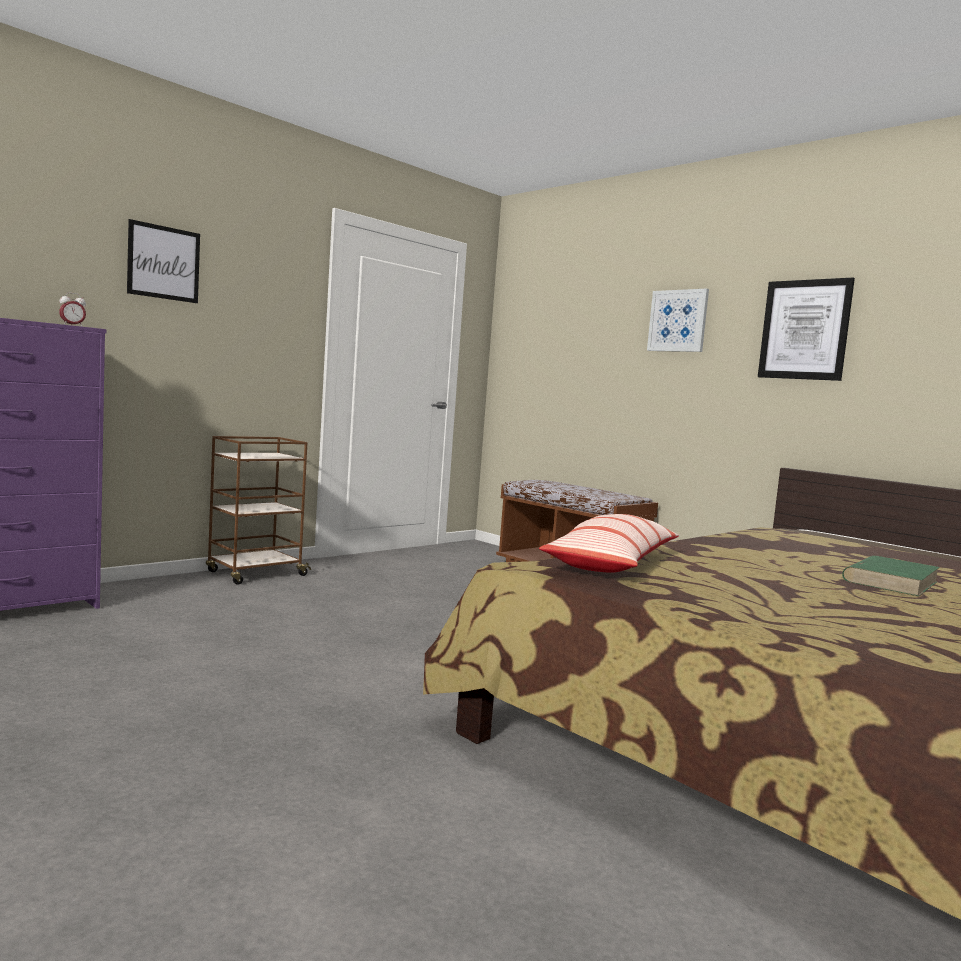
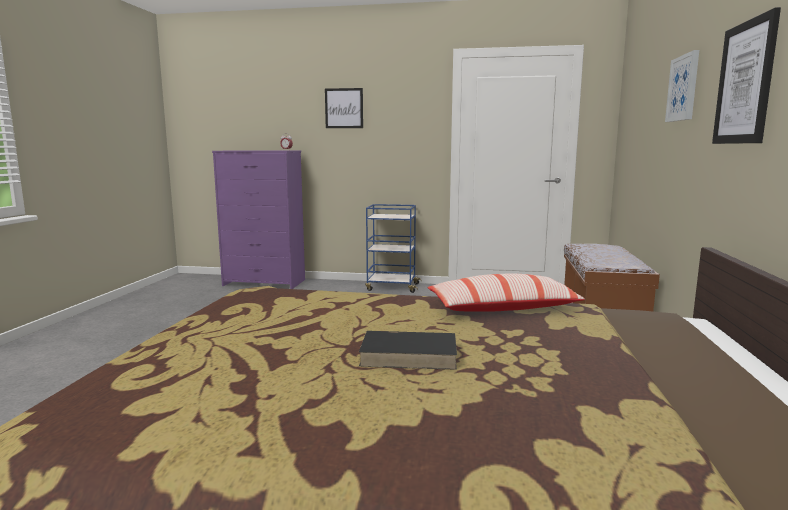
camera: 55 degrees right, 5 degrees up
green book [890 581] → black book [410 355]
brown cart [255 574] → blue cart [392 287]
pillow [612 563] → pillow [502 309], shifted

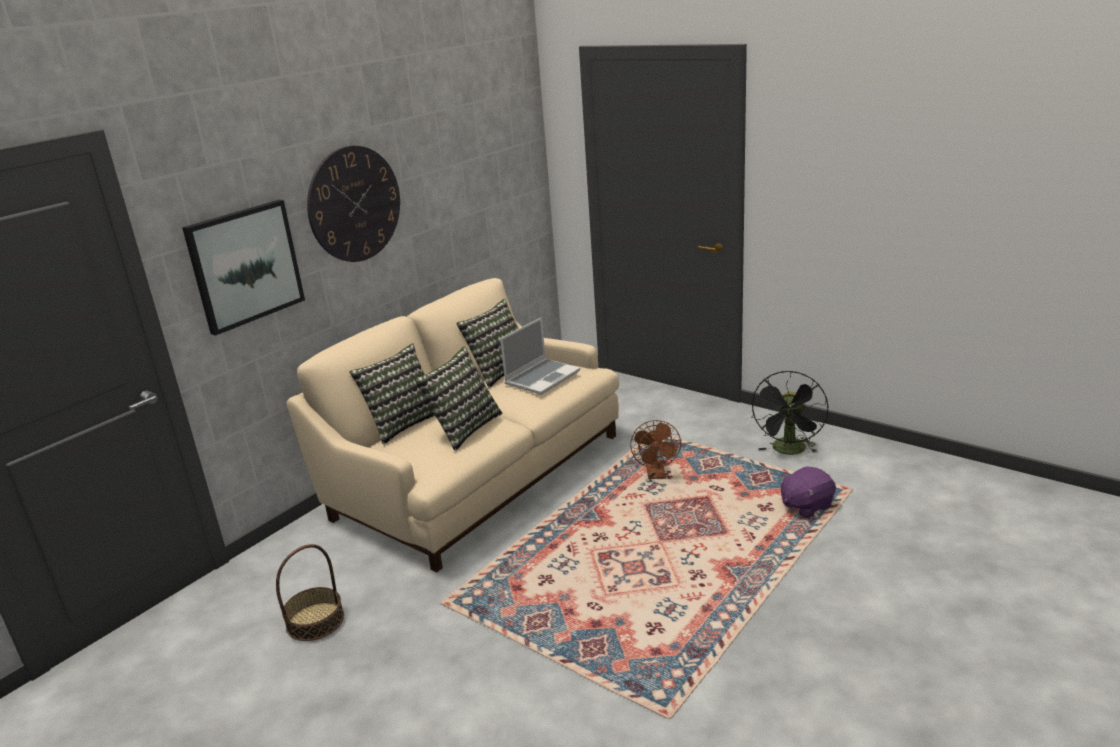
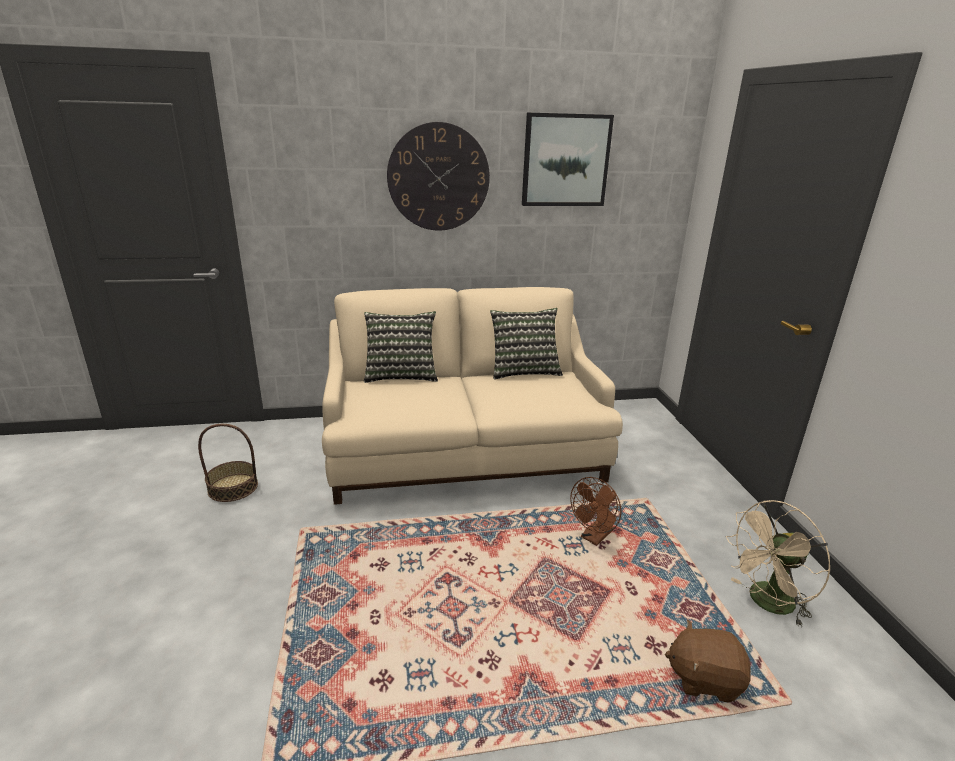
camera: 40 degrees right, 0 degrees up
picture [245 265] → picture [565 160], shifted
purple plush toy [805 506] → brown plush toy [704 678]
black fan [789 451] → beige fan [766 603]
pillow [463 428] → -
laptop [542 377] → -

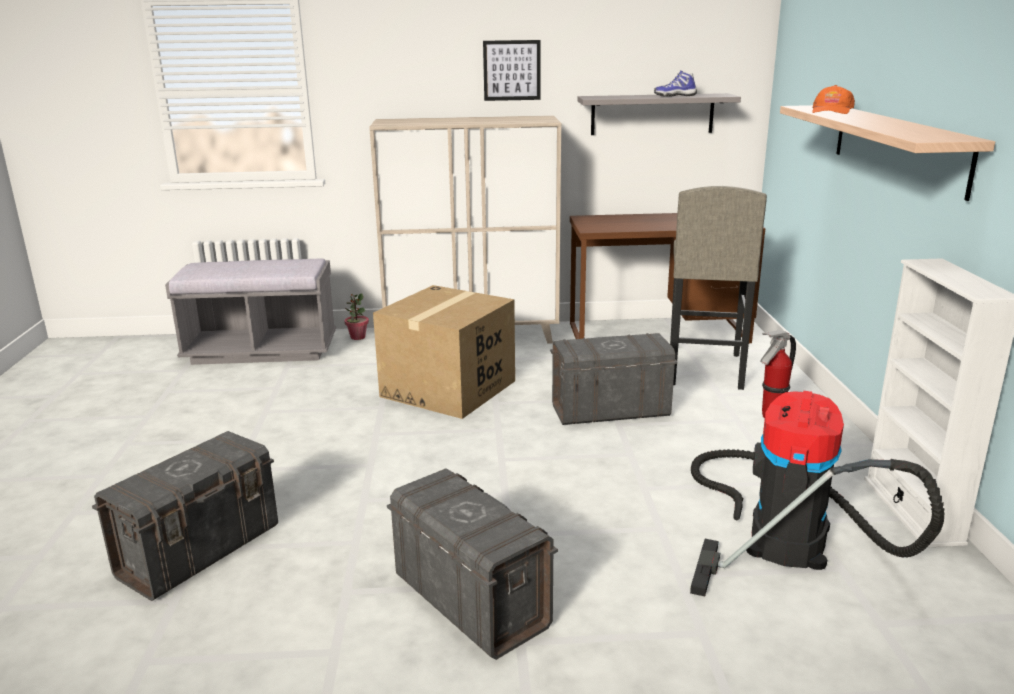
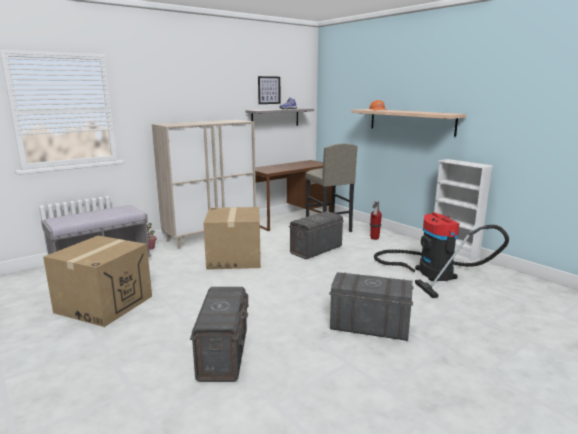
camera: 35 degrees left, 5 degrees down
- → cardboard box [104 304]
picture [512 70] → picture [269 90], shifted

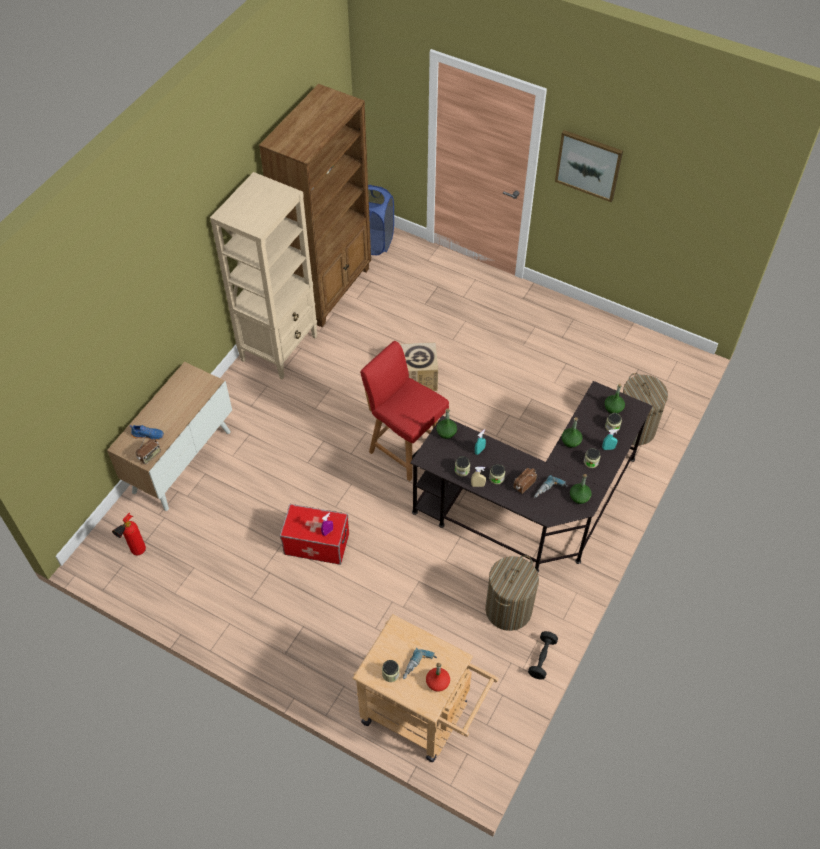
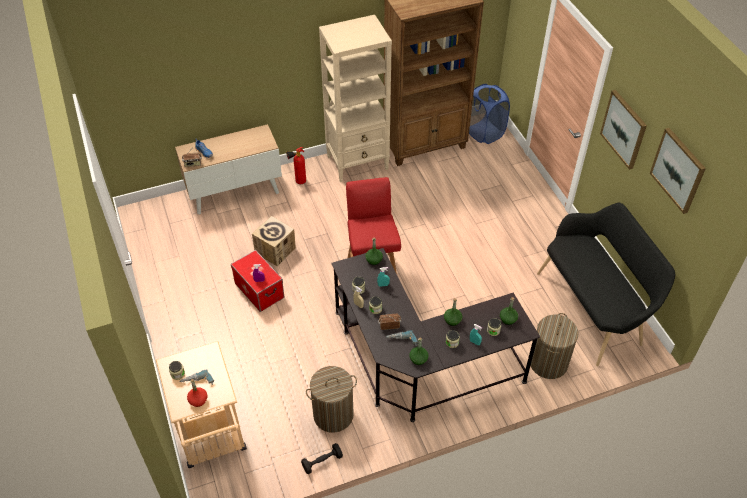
camera: 40 degrees right, 5 degrees down
cardboard box [419 378] → cardboard box [275 250], shifted
fire extinguisher [136 552] → fire extinguisher [298 182], shifted
- → black bench [594 308]
- → picture [678 170]

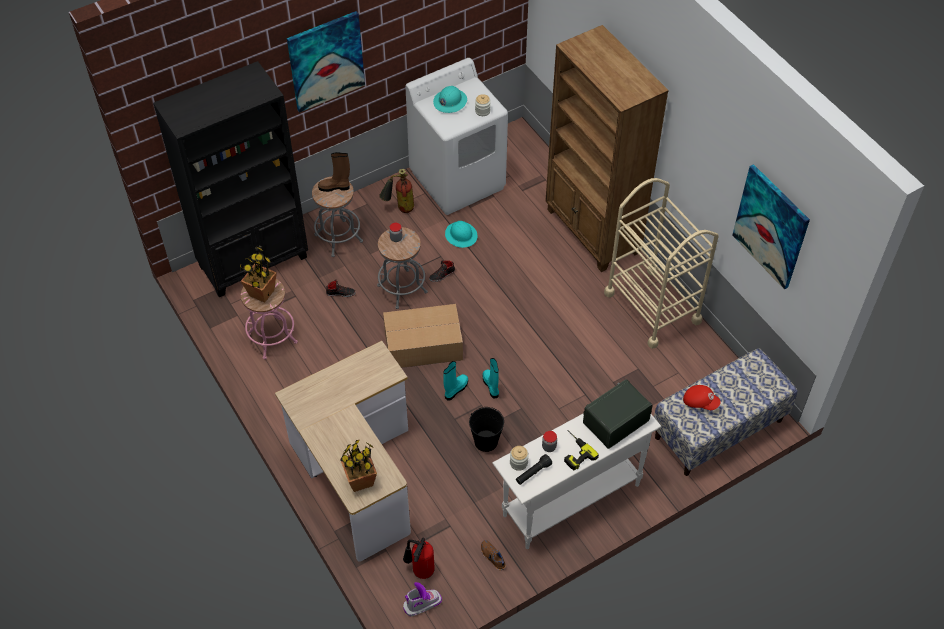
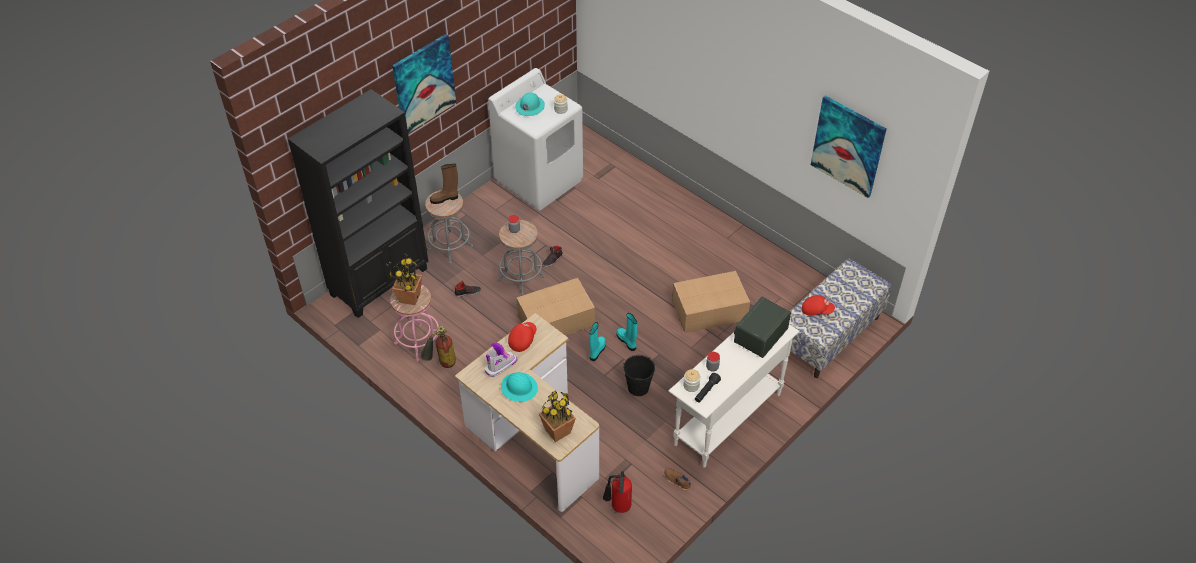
camera: 15 degrees left, 5 degrees down
fire extinguisher [399 208] → fire extinguisher [441 364], shifted
boot [422 603] → boot [500 366], shifted
turquoise hard hat [461 235] → turquoise hard hat [519 388], shifted
- → red cap [522 340]
- → cardboard box [710 310]
brown bookcase [592 232] → -
power drill [573 452] → -
beige cart [652 307] → -

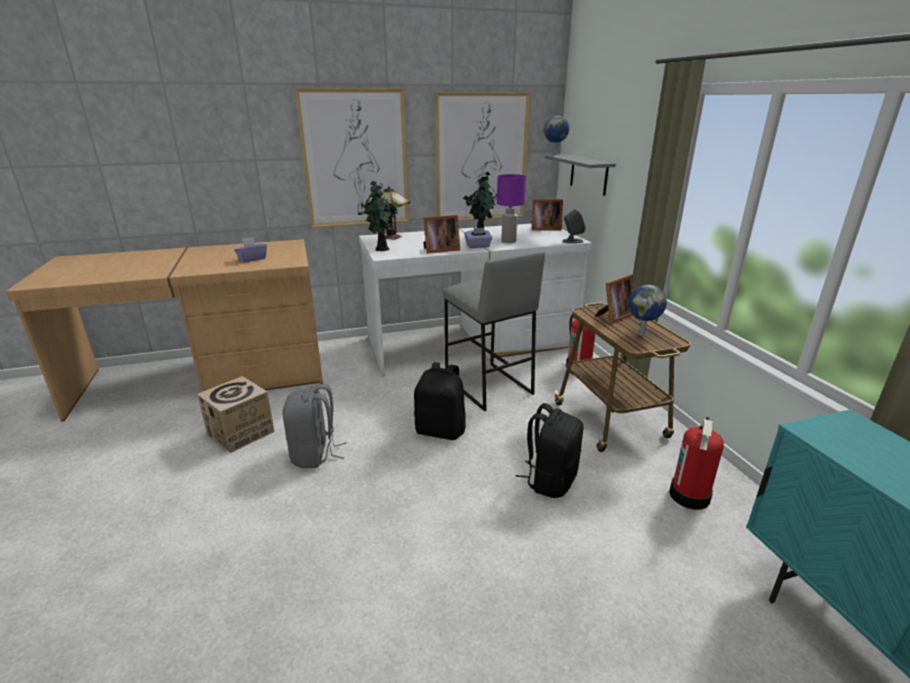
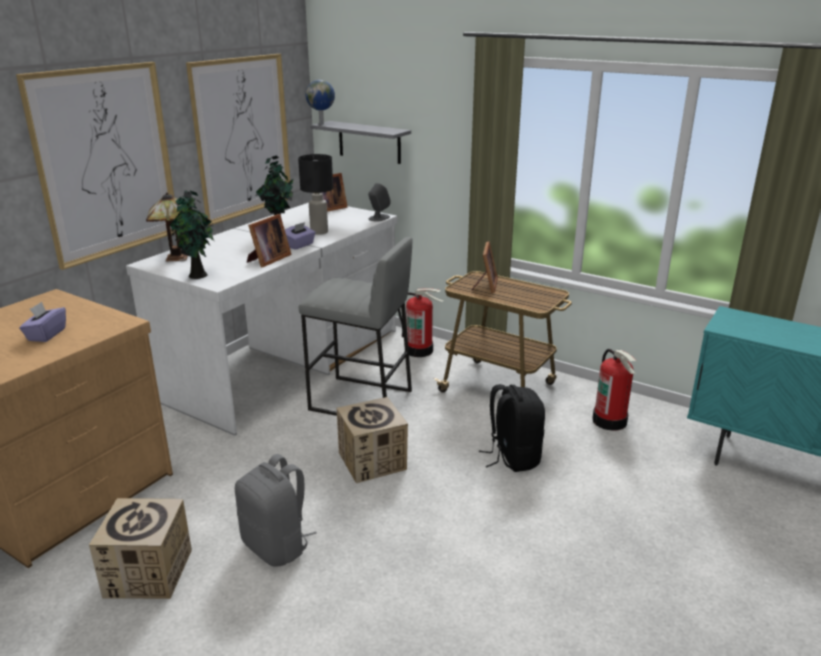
camera: 40 degrees left, 0 degrees up
purple table lamp [509 241] → black table lamp [319 232]
black backpack [441 430] → cardboard box [372 461]
globe [642 334] → -

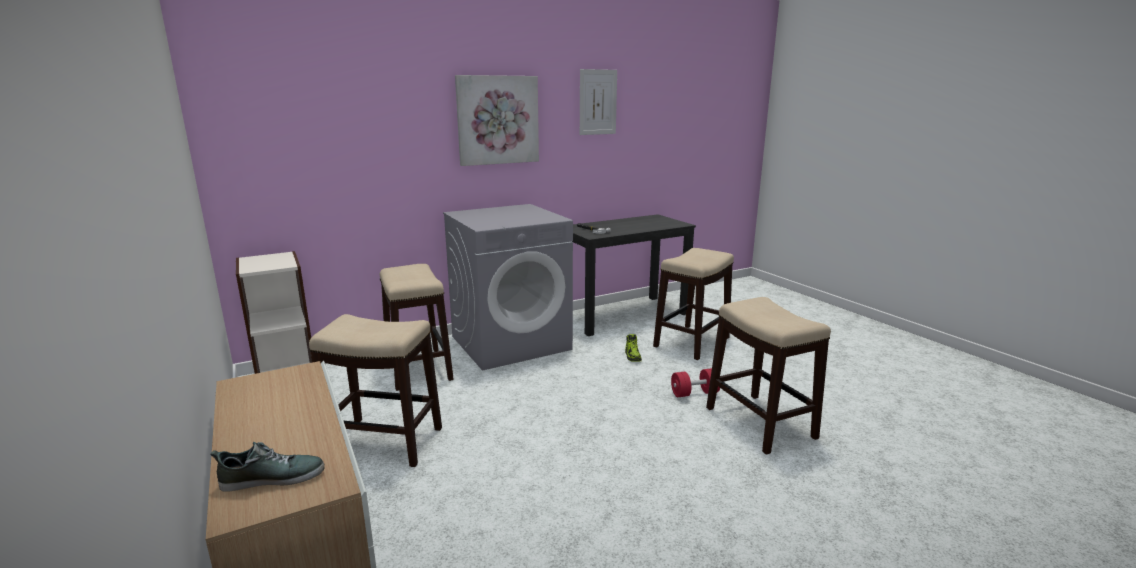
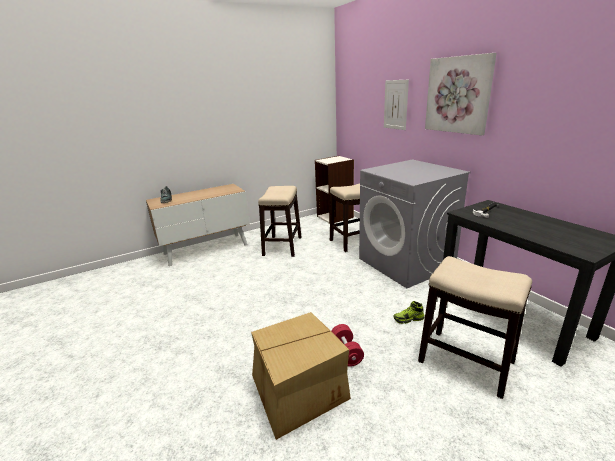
camera: 90 degrees right, 5 degrees up
stool [760 423] → cardboard box [297 390]
picture [598 102] → picture [395 105], shifted

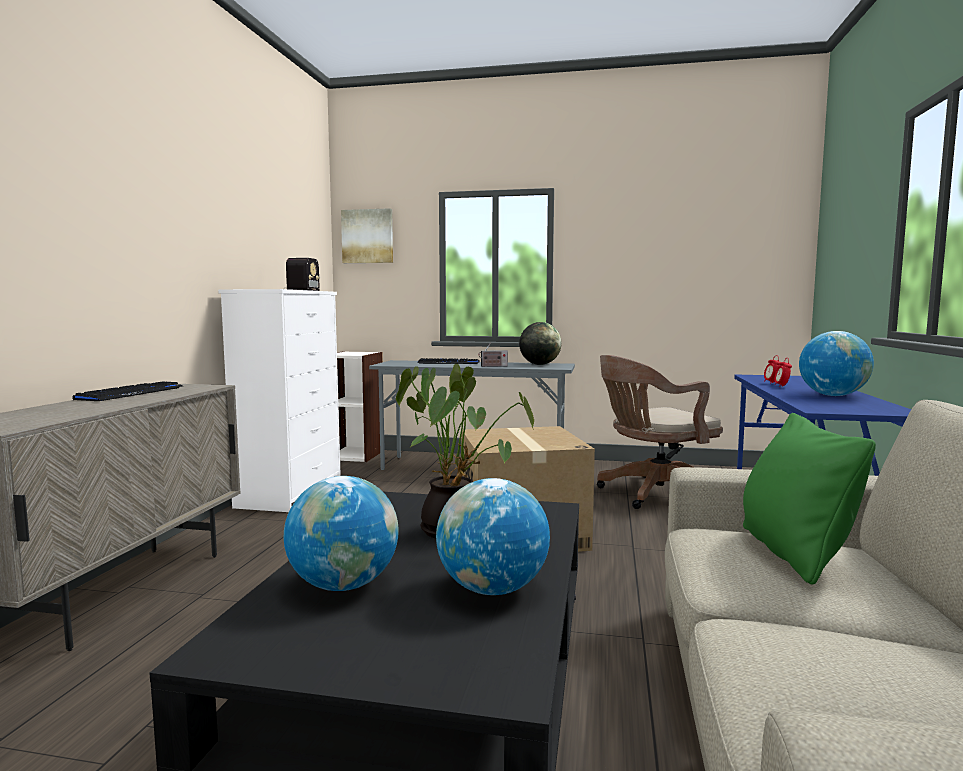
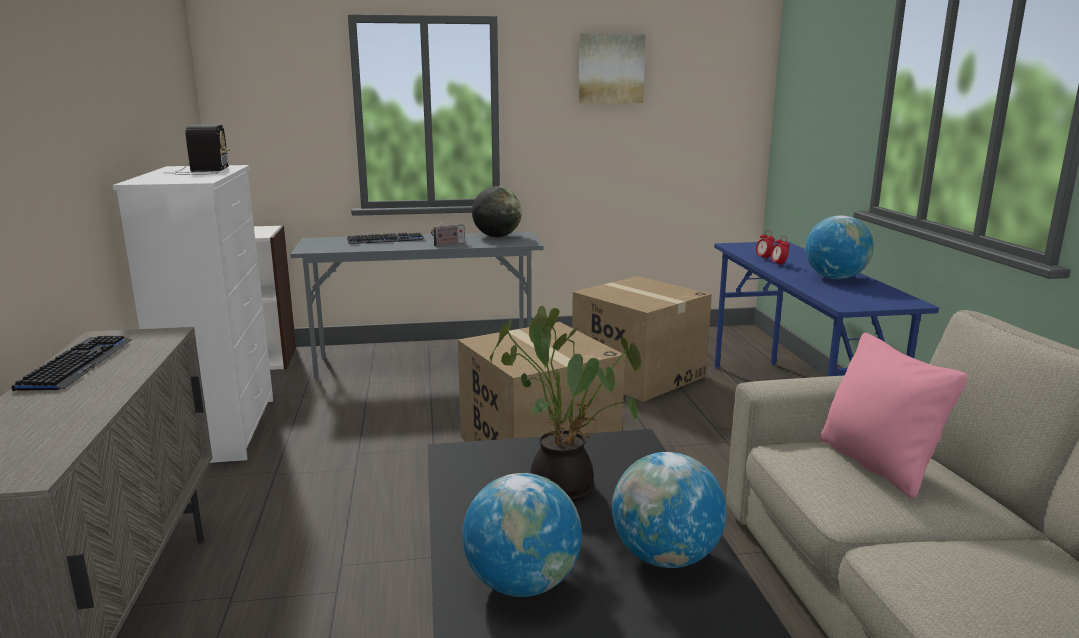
camera: 20 degrees left, 10 degrees up
brown office chair [653 494] → cardboard box [637 375]
picture [367 236] → picture [610 69], shifted
green pillow [794 553] → pink pillow [877 464]

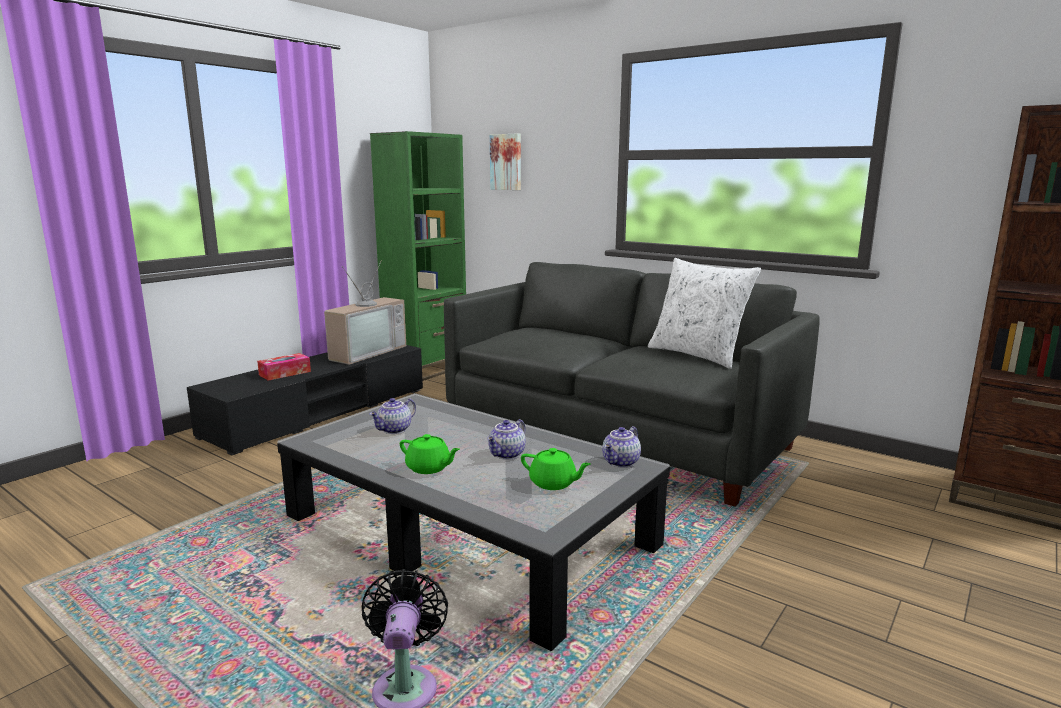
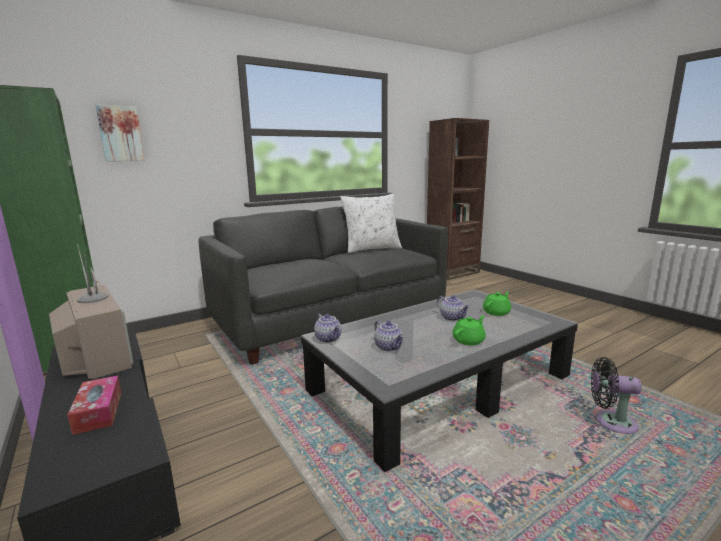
camera: 70 degrees left, 0 degrees up
teapot [621 463] → teapot [329 339], shifted

